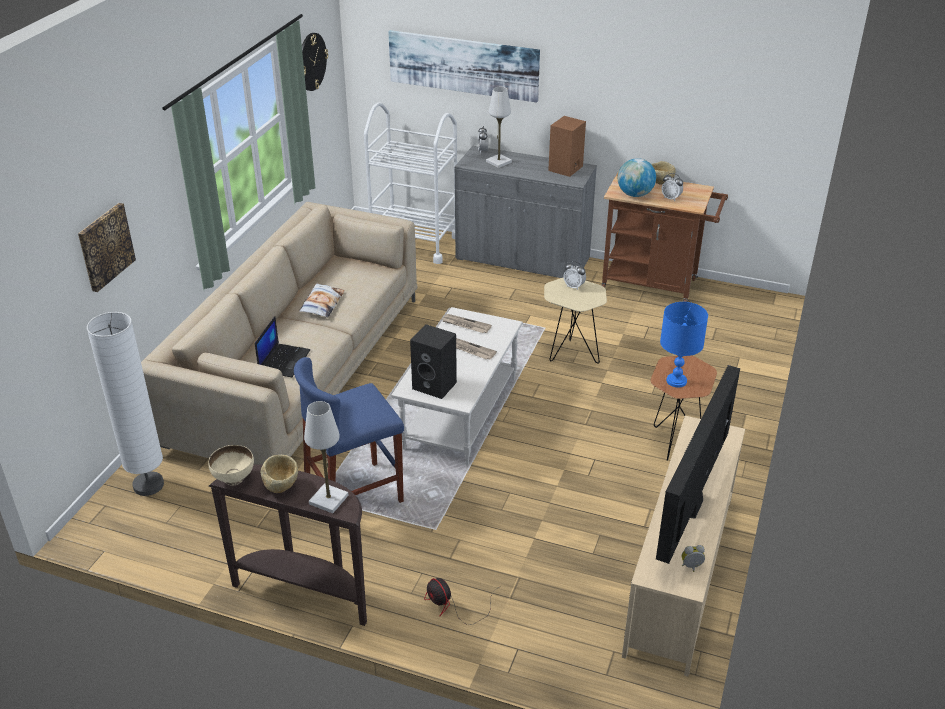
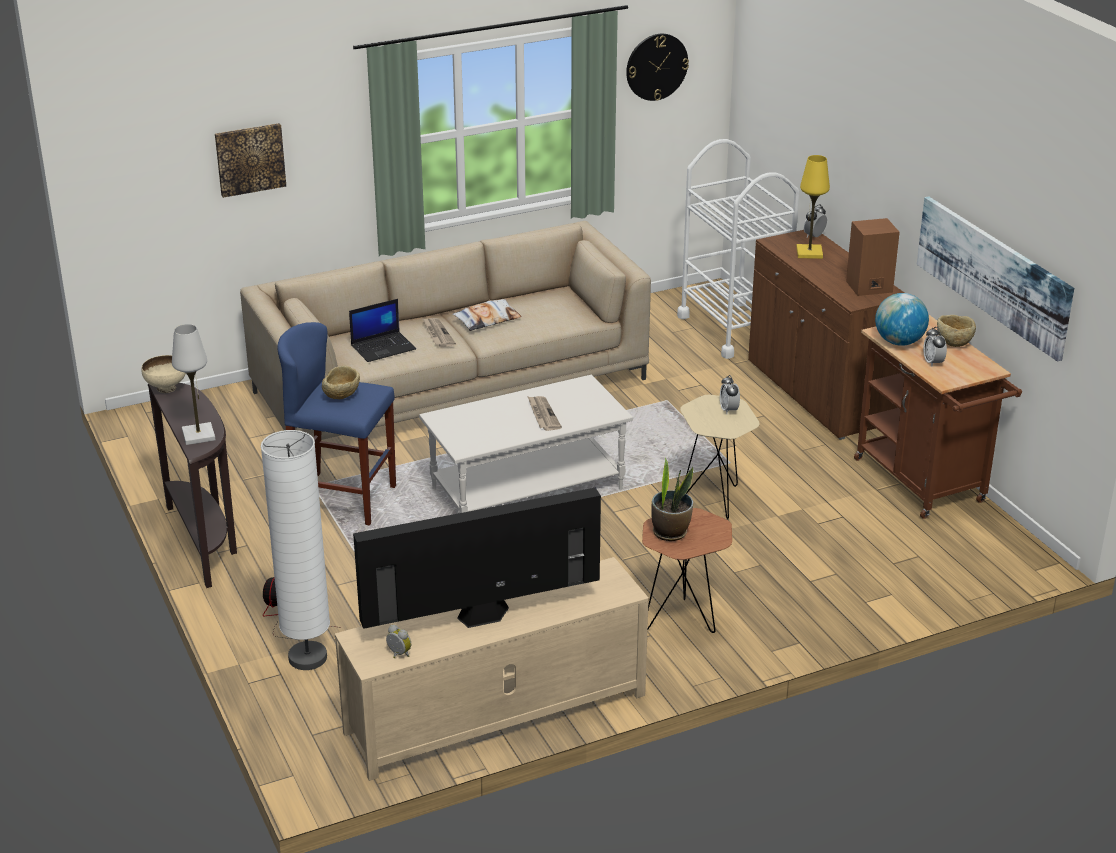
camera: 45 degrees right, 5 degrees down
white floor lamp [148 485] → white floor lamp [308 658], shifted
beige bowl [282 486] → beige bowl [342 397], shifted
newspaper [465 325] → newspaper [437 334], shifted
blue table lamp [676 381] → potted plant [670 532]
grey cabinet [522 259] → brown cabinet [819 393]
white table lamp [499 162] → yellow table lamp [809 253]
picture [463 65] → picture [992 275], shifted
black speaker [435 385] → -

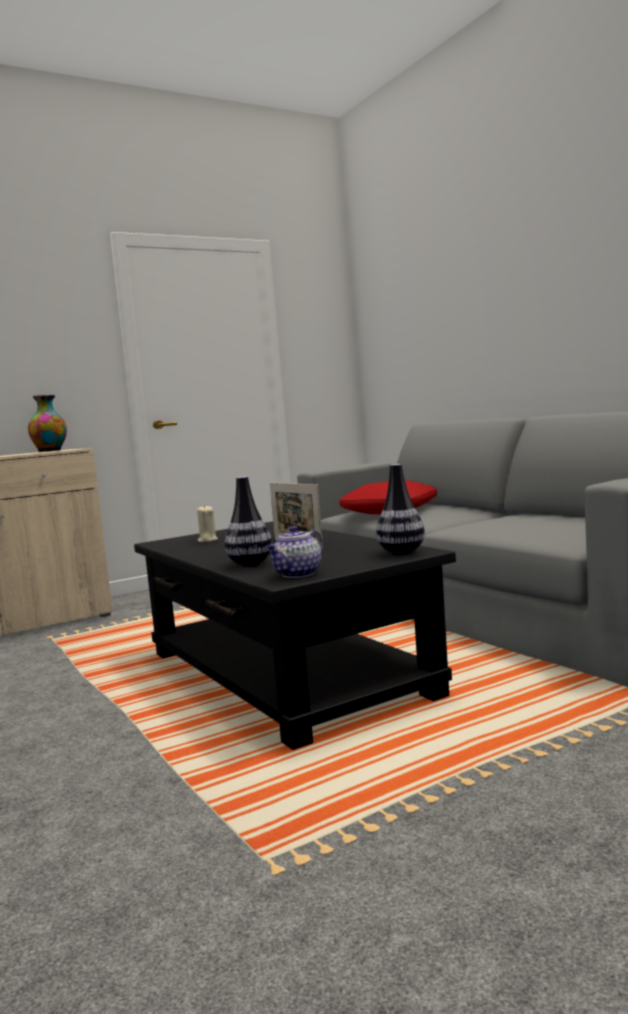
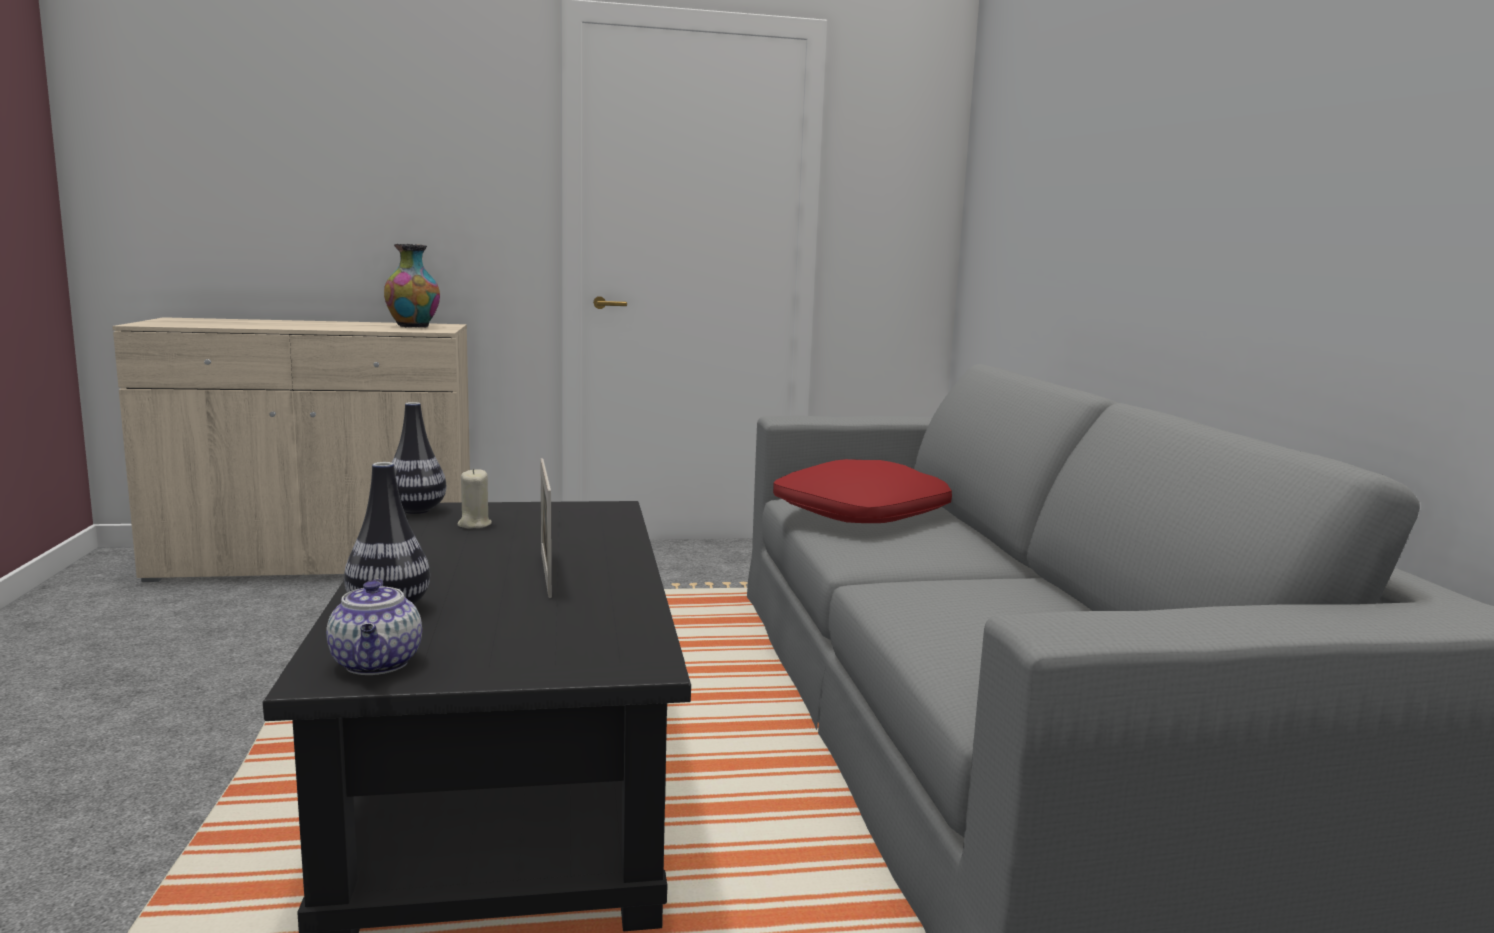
camera: 20 degrees right, 5 degrees up
teapot [297 574] → teapot [377 664], 75 degrees counterclockwise
vase [402 553] → vase [416 510], shifted

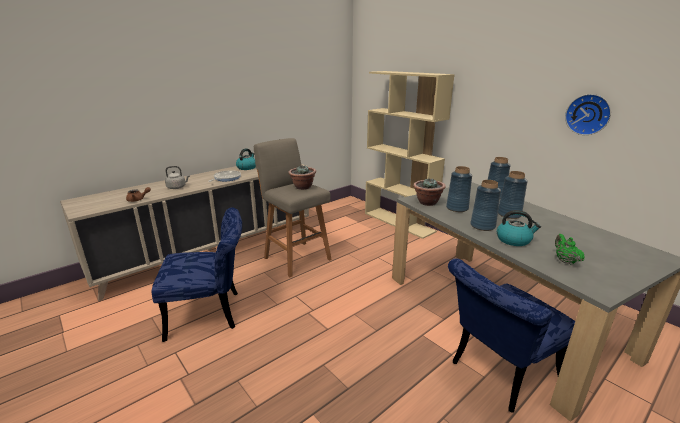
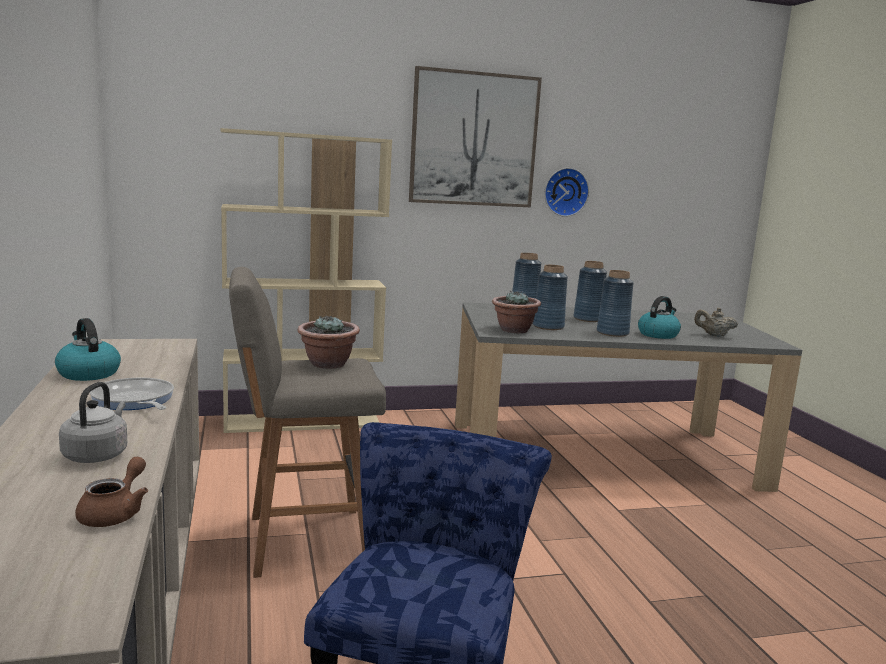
camera: 65 degrees left, 10 degrees down
- → picture [474 139]
green teapot [565 260] → beige teapot [713 335]
blue chair [497 373] → -

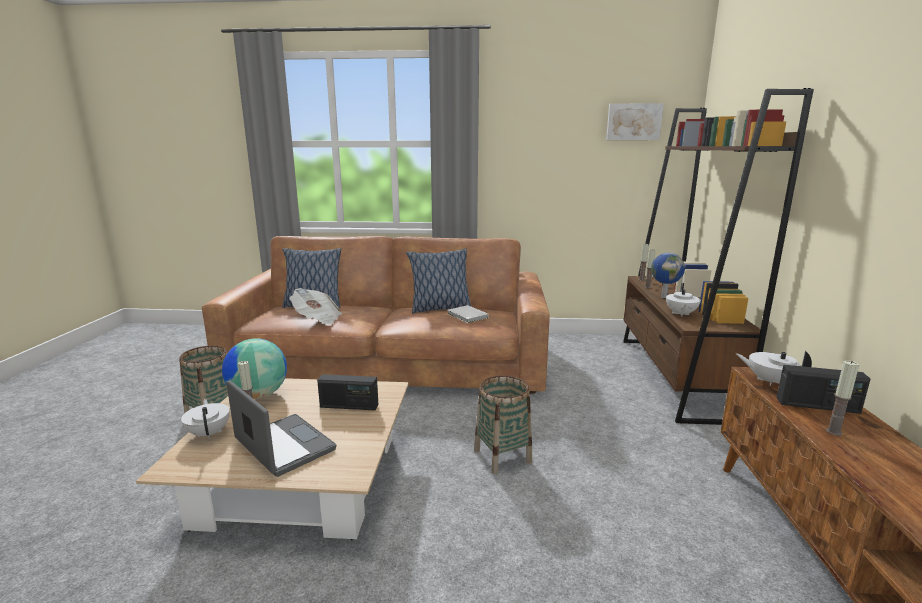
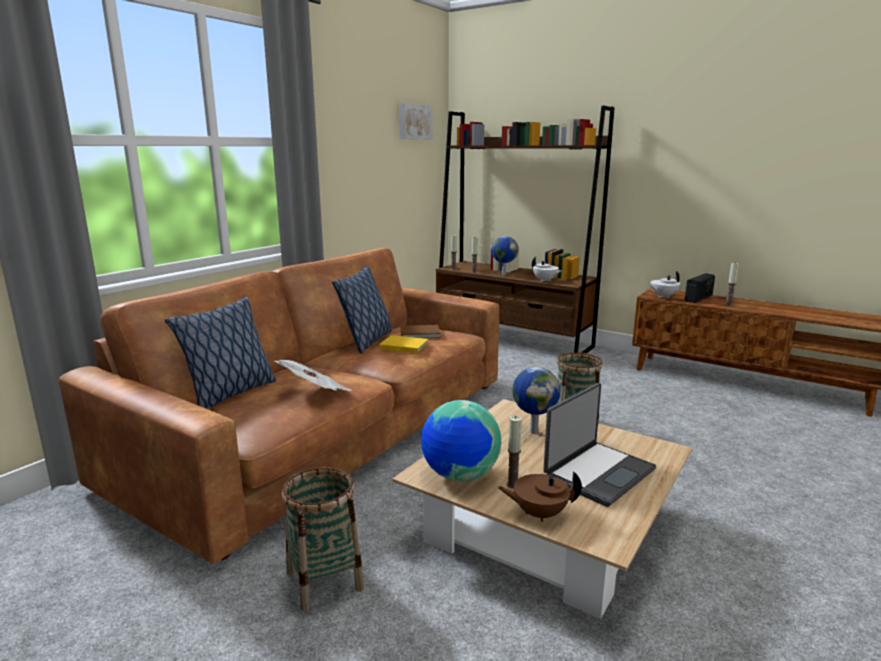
camera: 60 degrees left, 0 degrees up
- → yellow book [403 346]
white book [467 316] → brown book [421 334]
white teapot [209 433] → brown teapot [539 513]
radio [349 406] → globe [534 431]
laptop [283 446] → laptop [597 473], 150 degrees clockwise

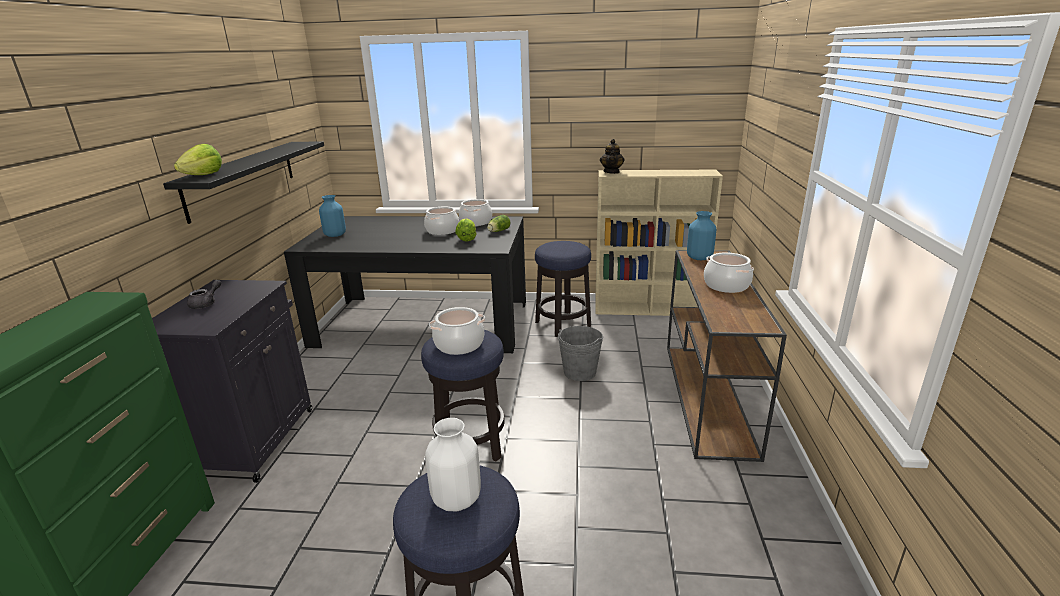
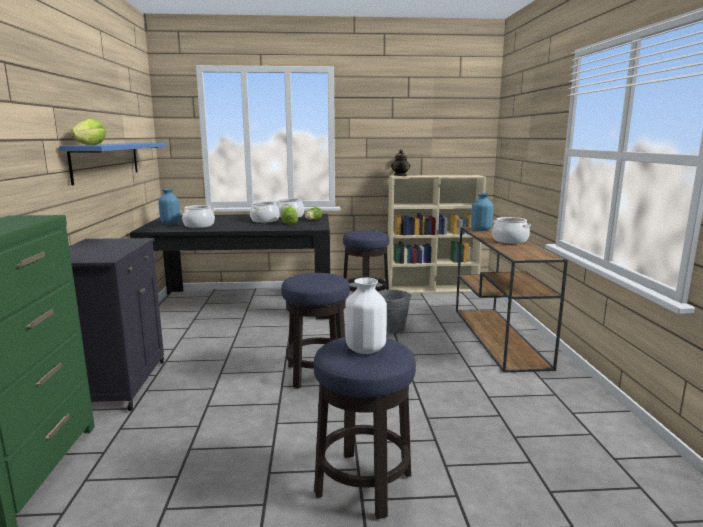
camera: 10 degrees left, 10 degrees down
black shelf [242 178] → blue shelf [107 161]
cooking pot [459 344] → cooking pot [199 225], shifted
grey teapot [206 304] → -

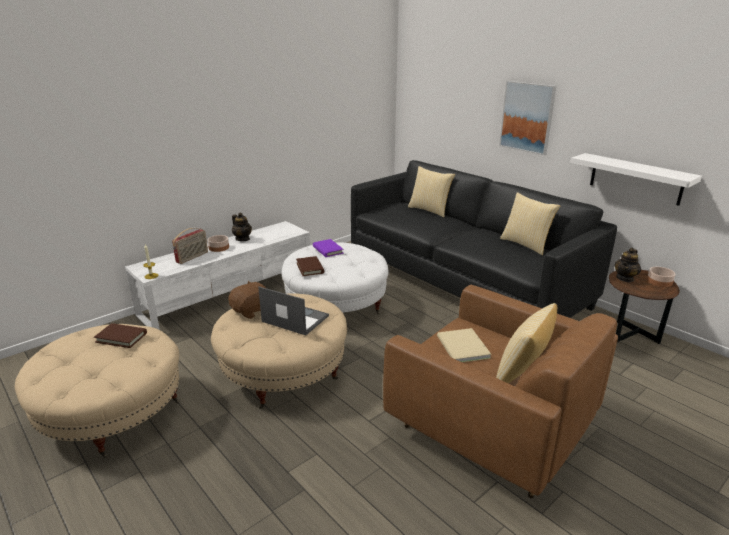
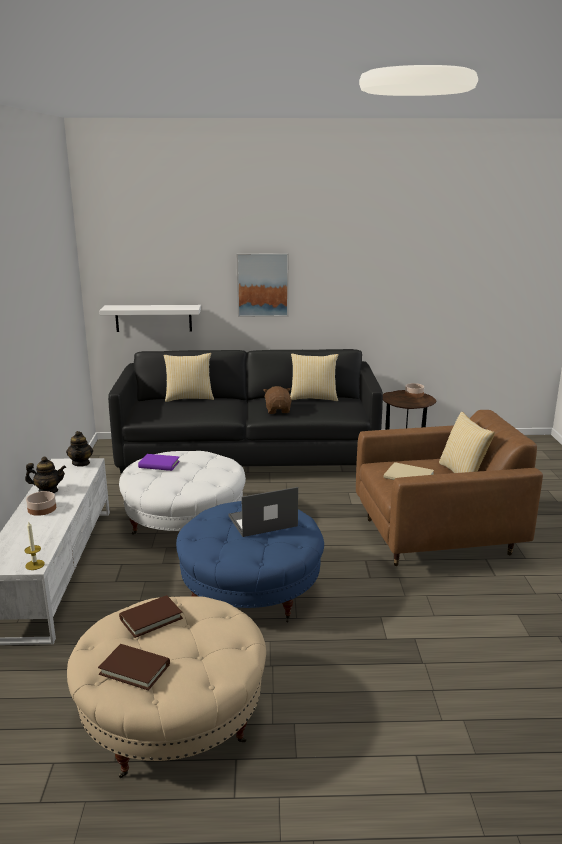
camera: 50 degrees left, 5 degrees down
teapot [625 278] → teapot [81 463], shifted
brown book [310 268] → brown book [134 669], shifted
white shelf [635 179] → white shelf [153 318], shifted
beige ottoman [283 372] → blue ottoman [250 590]
brown plush toy [251 311] → brown plush toy [278 410], shifted
radio [192 257] → -

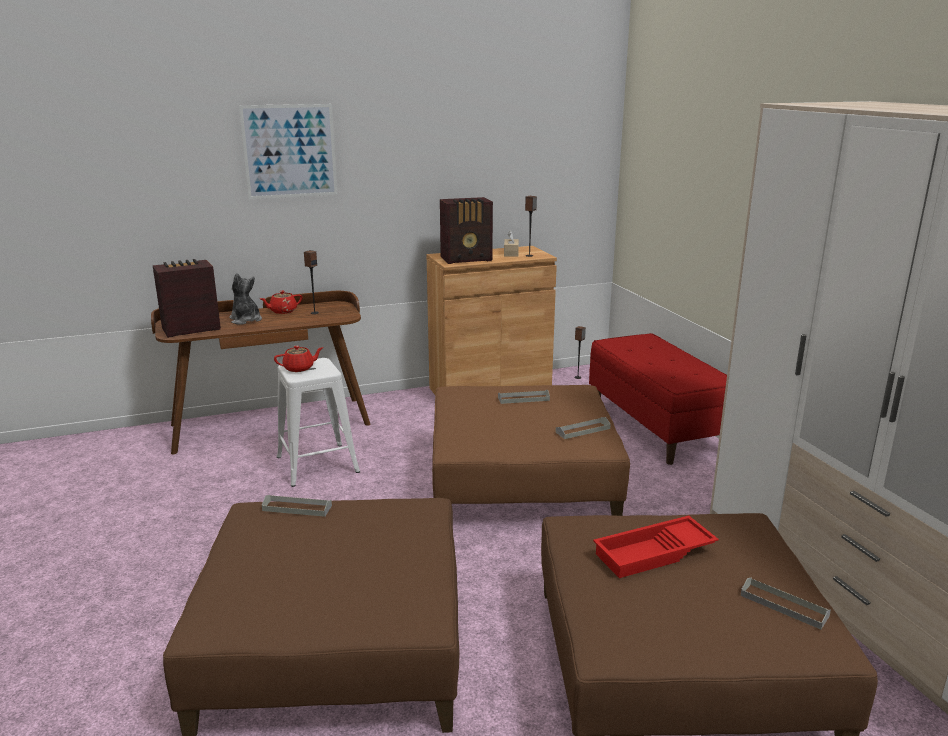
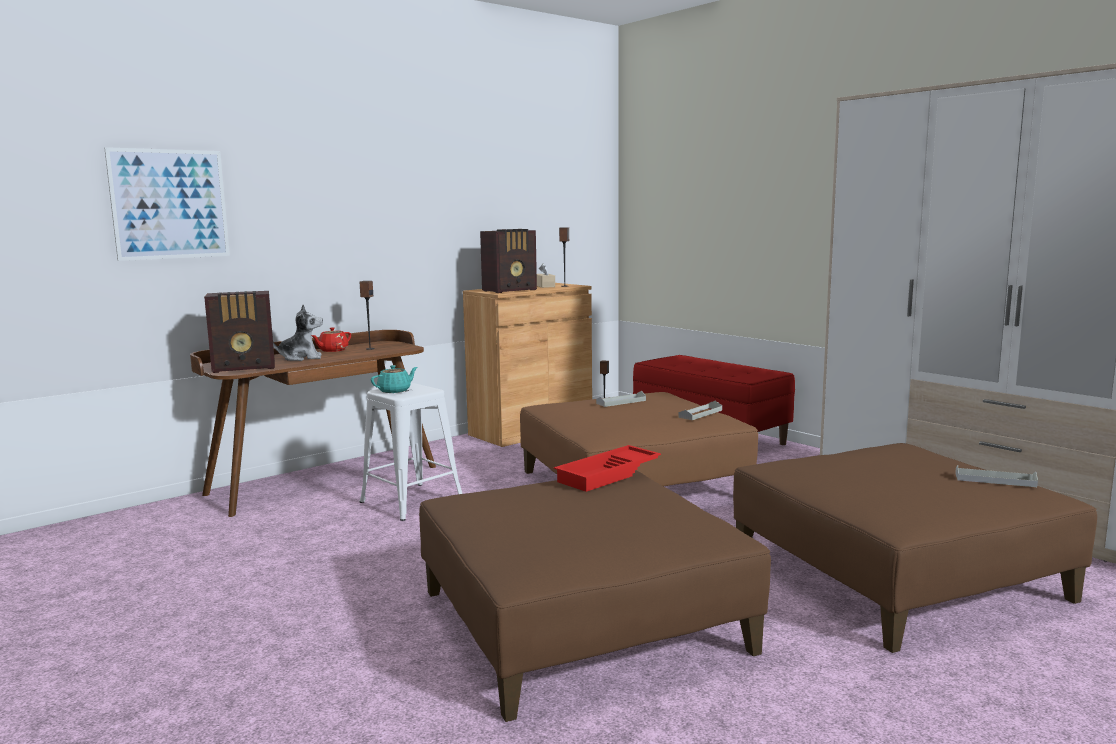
camera: 20 degrees left, 10 degrees down
picture [289 151] → picture [170 204], shifted
radio [189 329] → radio [245 367], 150 degrees counterclockwise
plush toy [246 320] → plush toy [301 358], 135 degrees clockwise
red teapot [299 368] → turquoise teapot [395 391]
red tray [654 554] → red tray [609 475], shifted
grey tray [297 508] → -

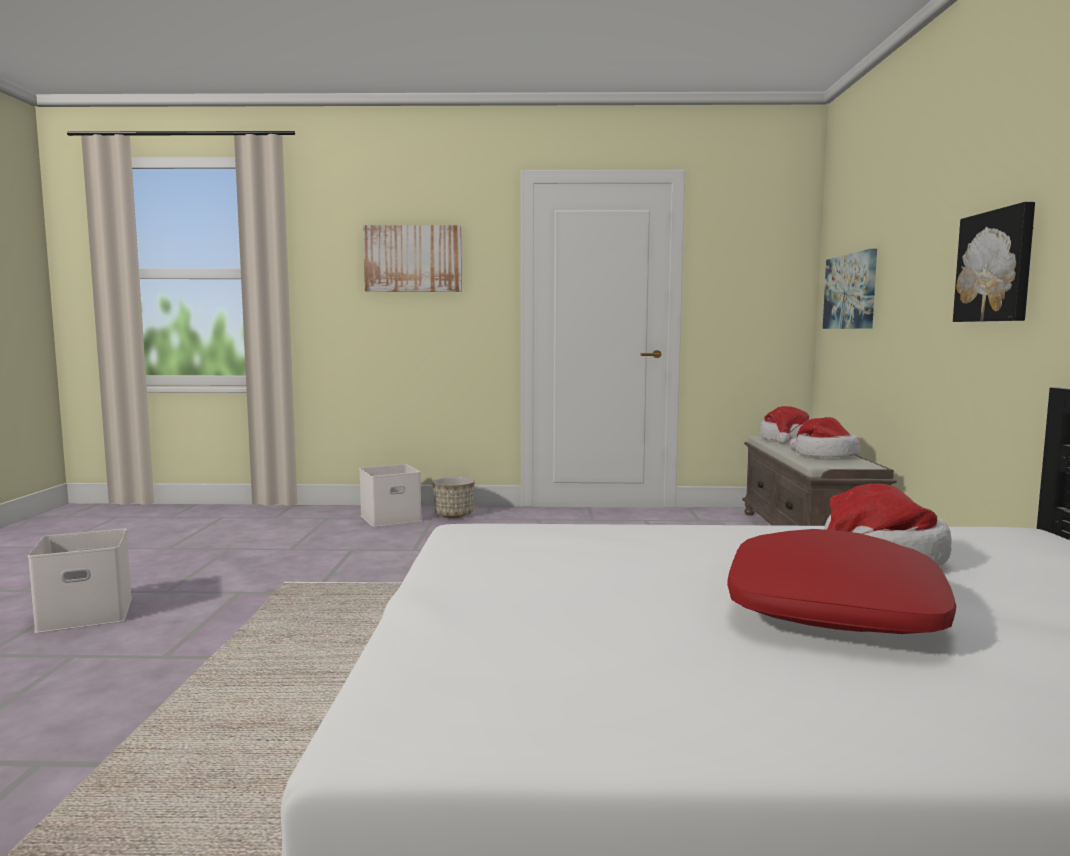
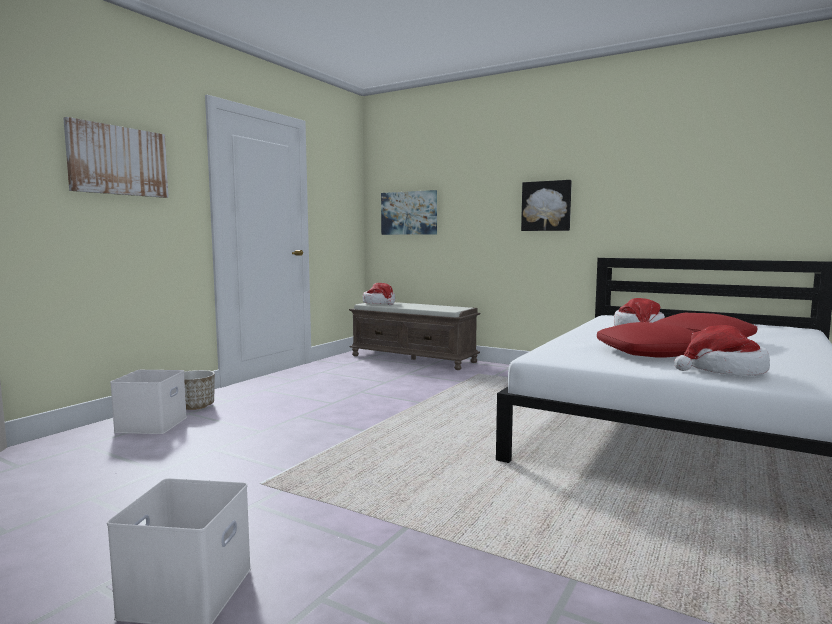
camera: 60 degrees left, 0 degrees up
- → red pillow [651 353]
hat [824 455] → hat [724 370], shifted

